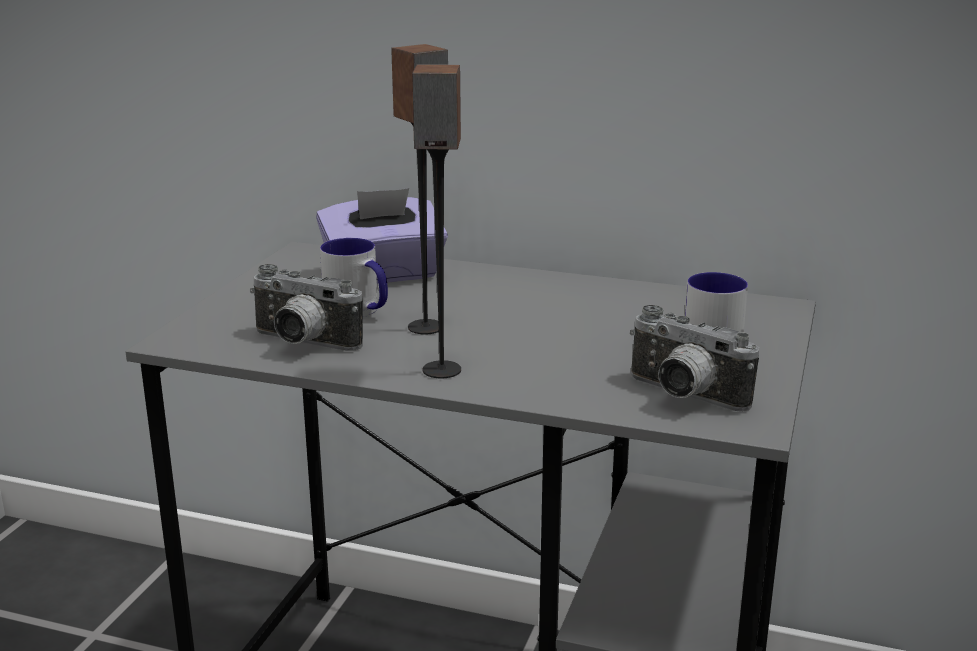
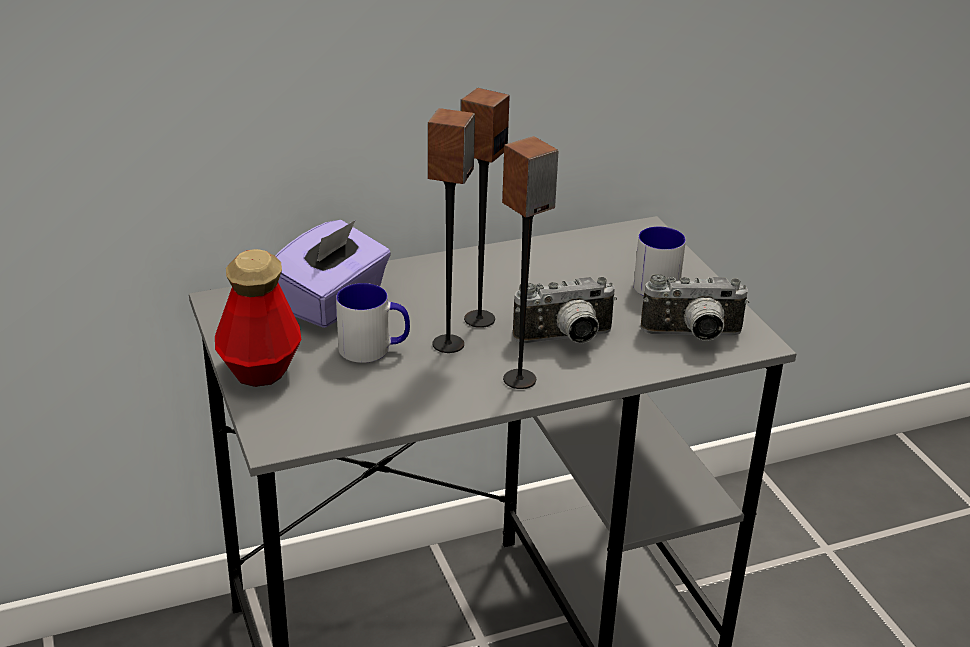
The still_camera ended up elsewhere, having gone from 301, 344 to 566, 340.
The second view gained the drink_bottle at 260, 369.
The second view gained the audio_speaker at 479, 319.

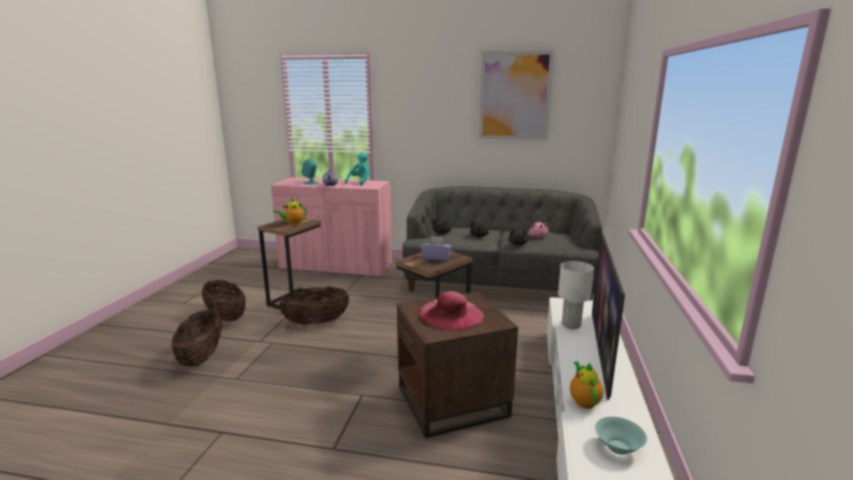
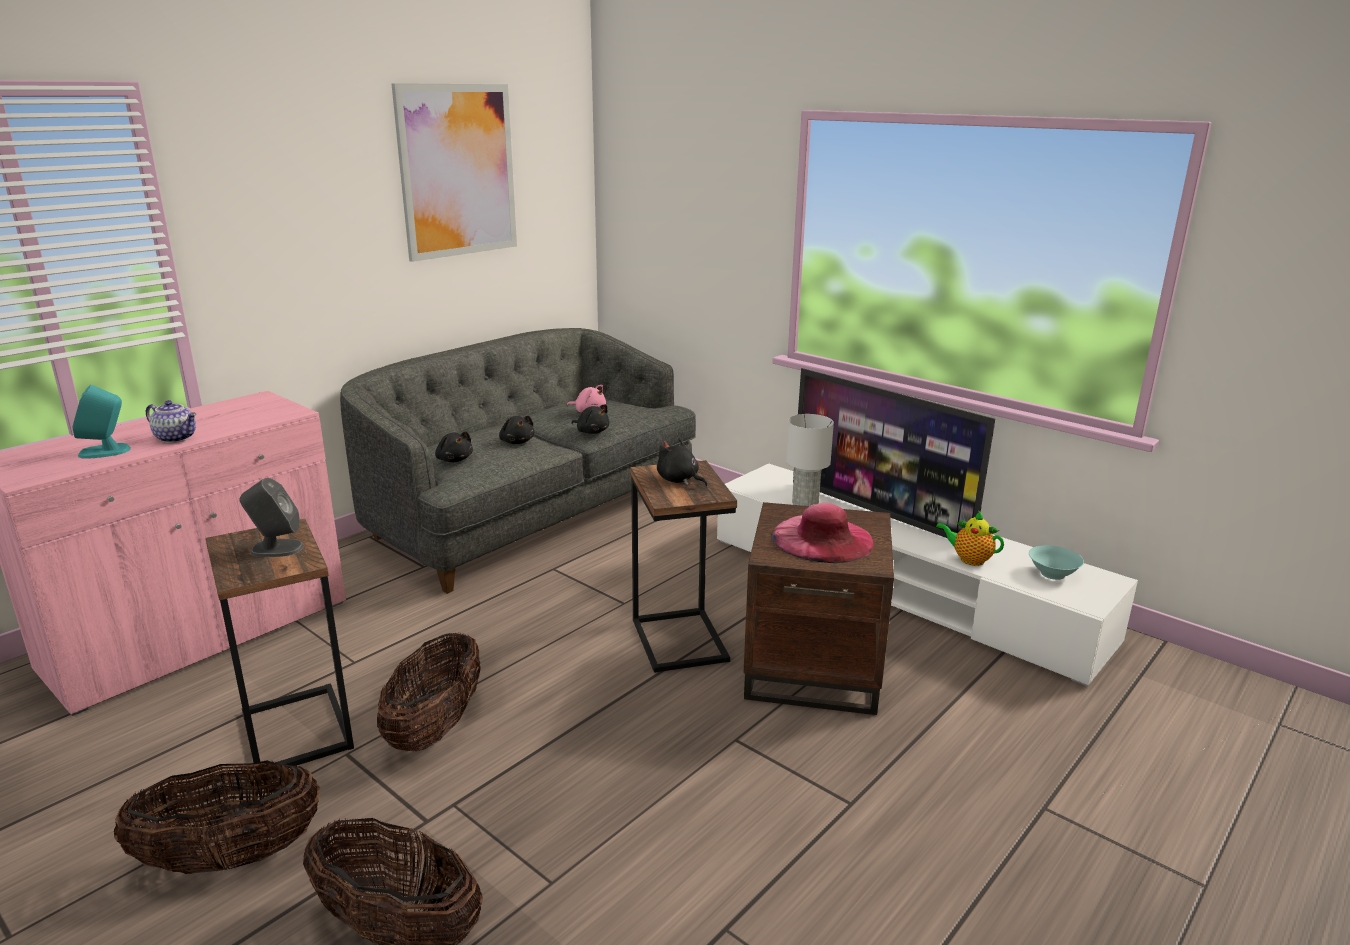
Where the pot_for_tea stood at 293, 223, the grey_audio_speaker came to stand at 276, 548.
The second view lost the turquoise_cuddly_toy at 360, 182.
Where the purplish_tissue_box stood at 436, 258, the black-coloured_cuddly_toy came to stand at 679, 480.

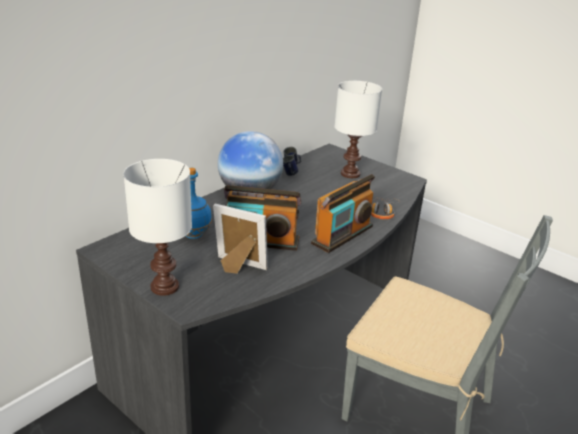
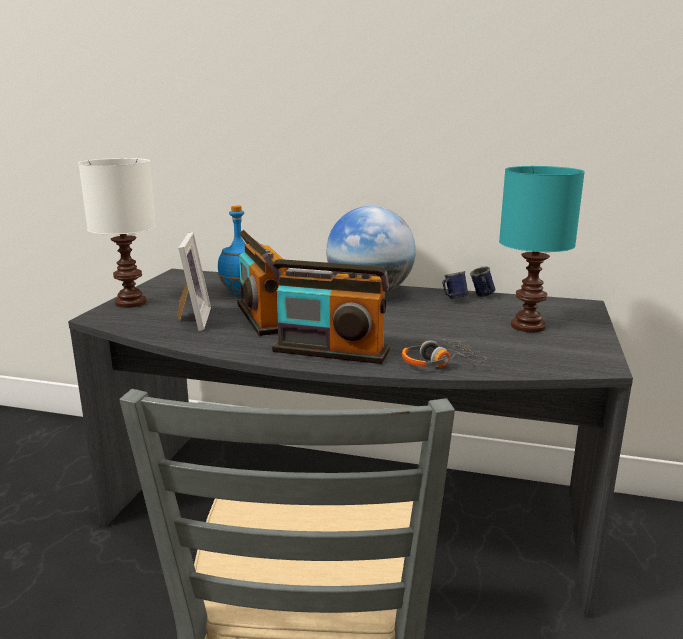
What was the white-coloured_tabletop_lamp at 349, 173 turned into the turquoise_tabletop_lamp at 528, 326.

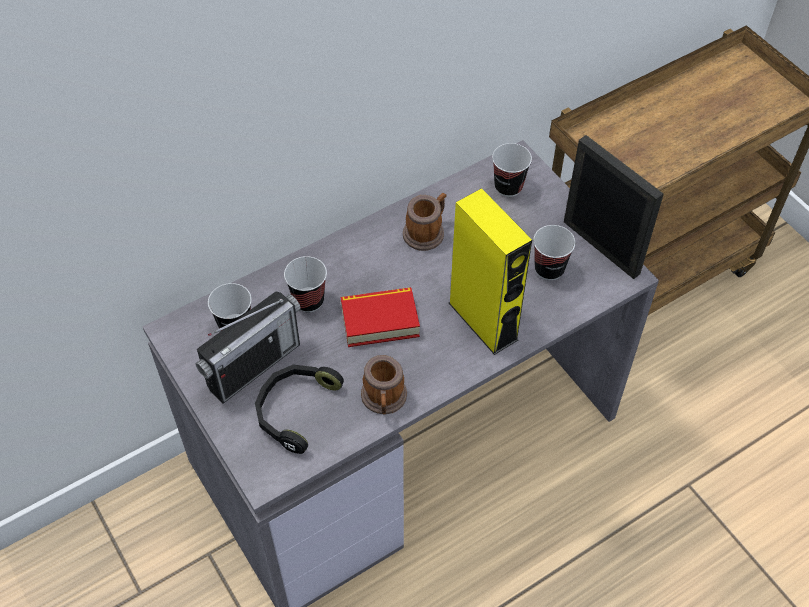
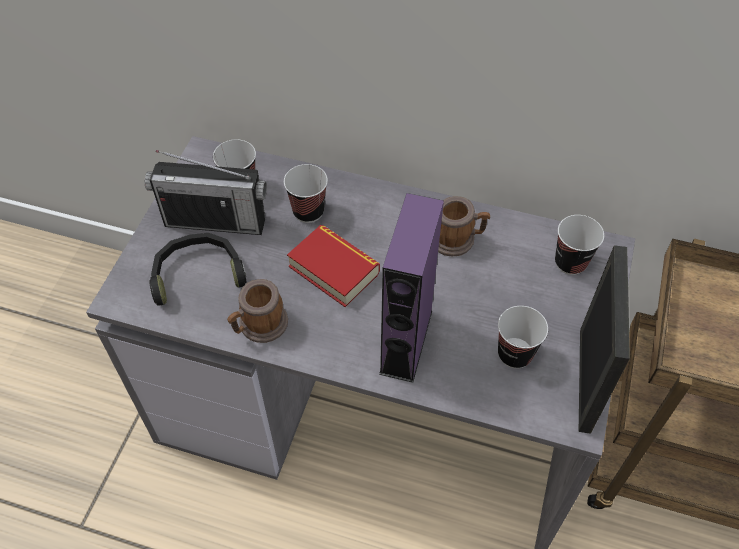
What was the yellowish_audio_speaker at 483, 321 turned into the purplish_audio_speaker at 406, 342.

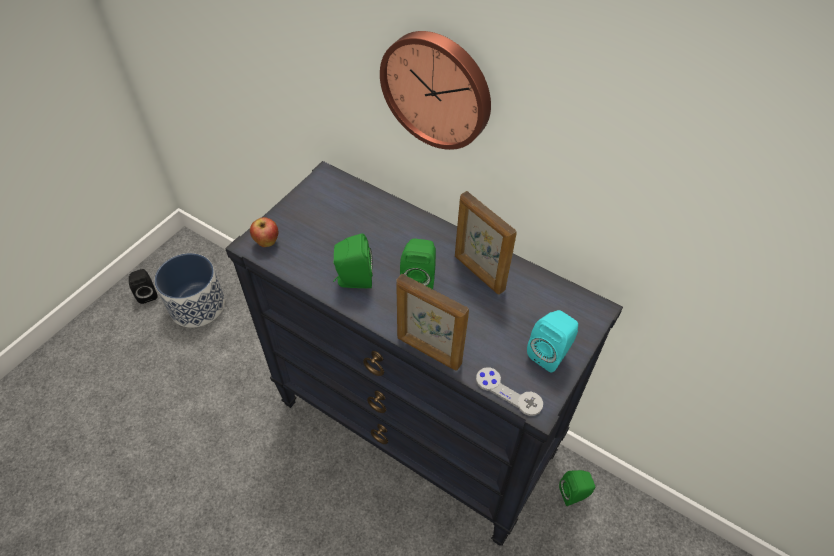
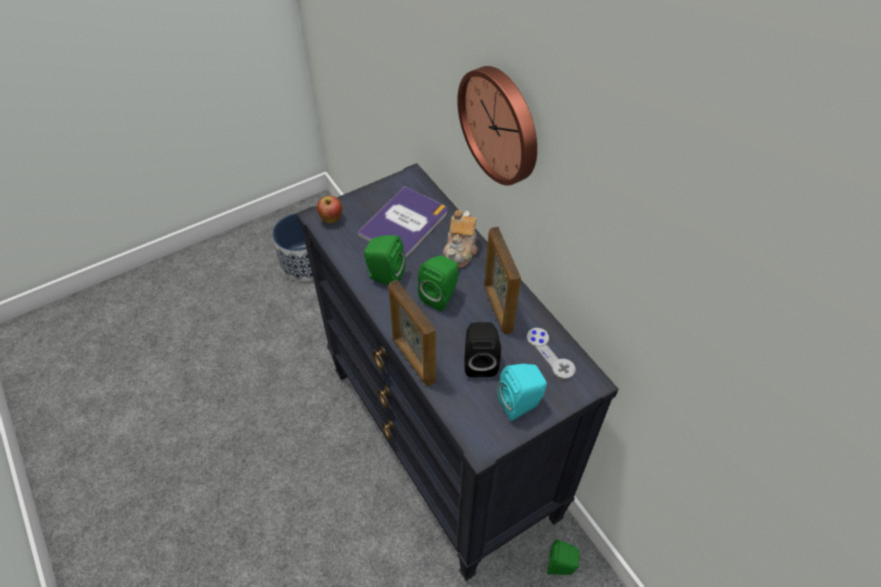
The black-coloured_audio_speaker ended up elsewhere, having gone from 147, 294 to 480, 361.
The grey_game_controller ended up elsewhere, having gone from 508, 392 to 550, 354.
The second view gained the volume at 404, 223.
The second view gained the pot_for_tea at 460, 251.

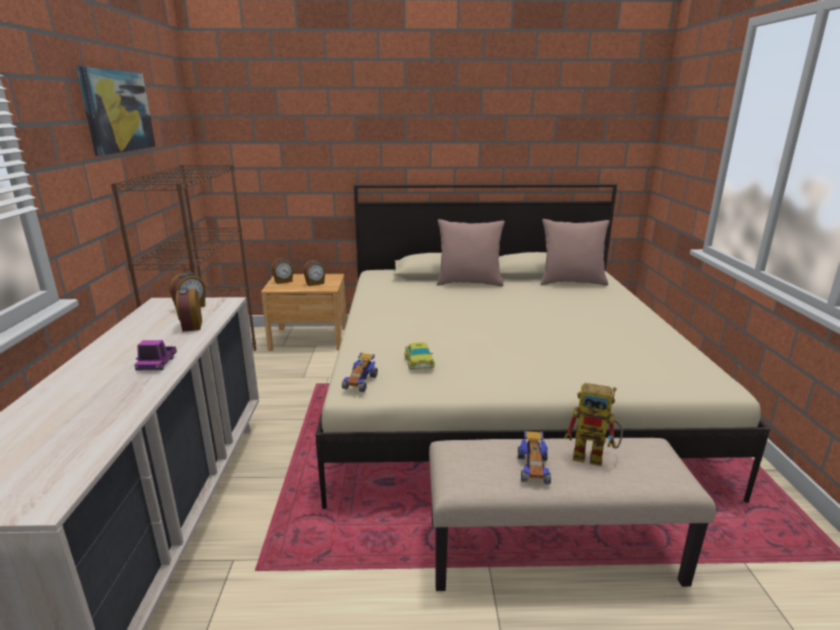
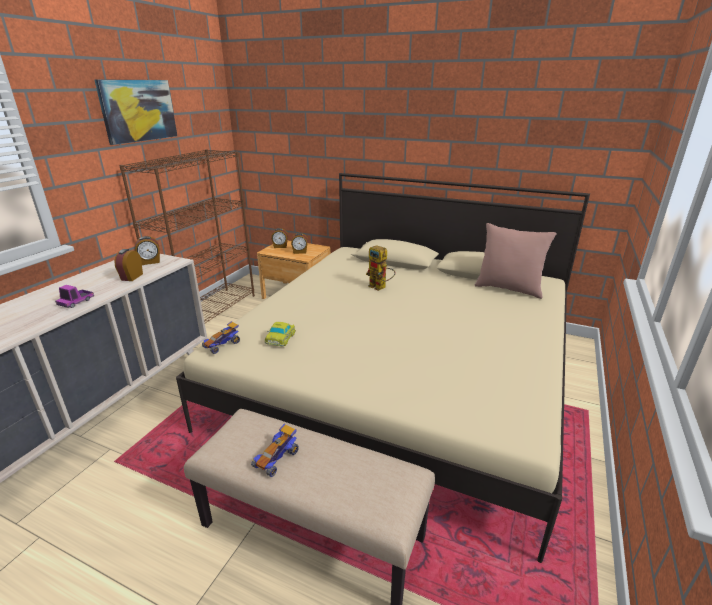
The second view lost the pink-coloured_throw_pillow at 469, 283.
The toy_robot ended up elsewhere, having gone from 595, 457 to 380, 287.

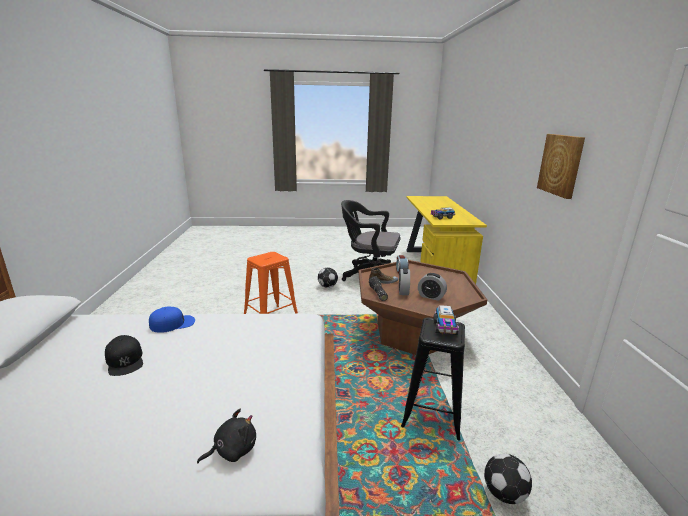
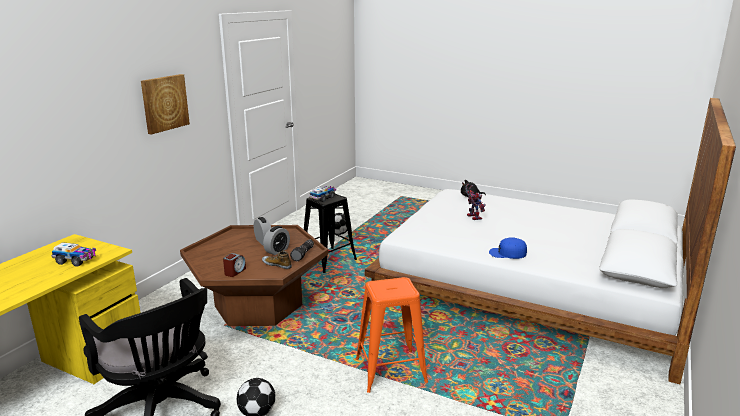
The second view lost the black-coloured_peaked_cap at 125, 360.
The second view gained the toy_robot at 472, 217.

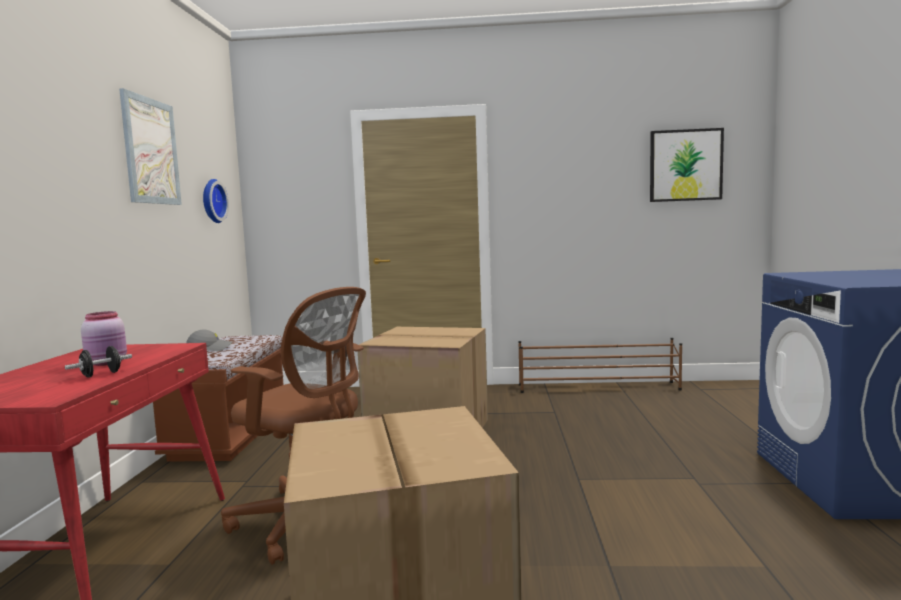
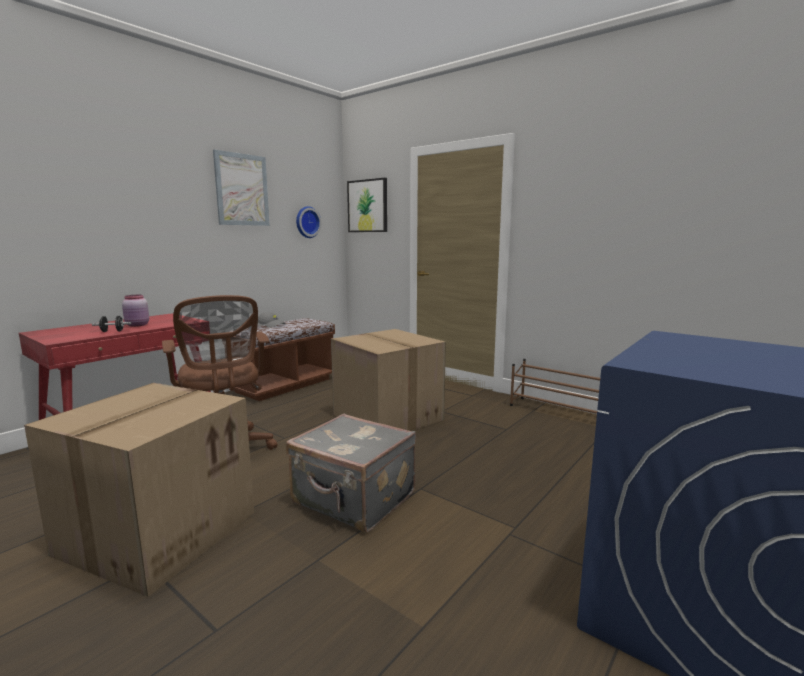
The picture ended up elsewhere, having gone from 685, 165 to 367, 206.
The second view gained the grey_piece_of_luggage at 353, 500.

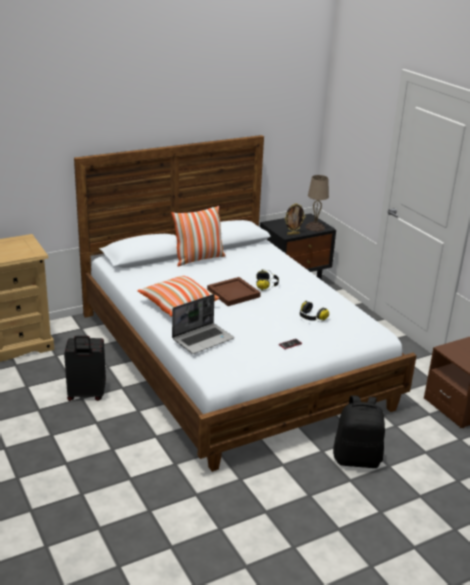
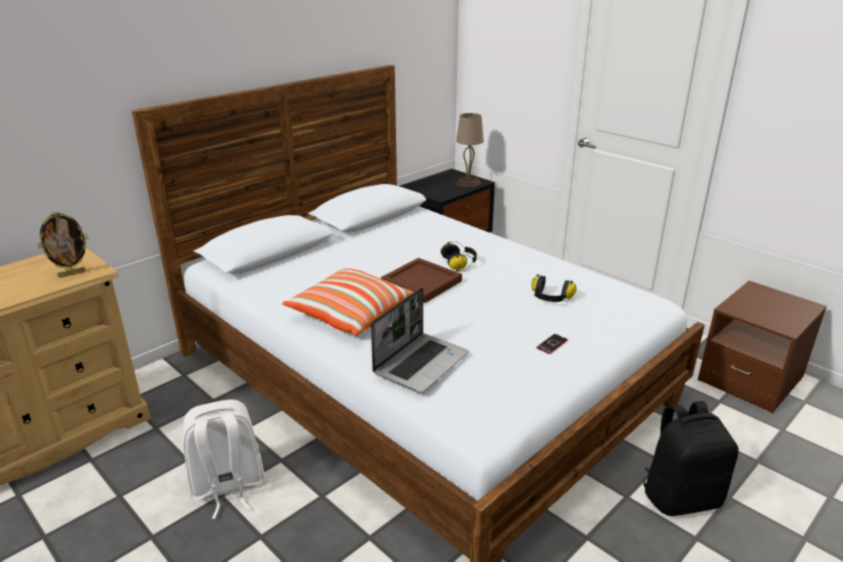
Where the black-coloured_piece_of_luggage stood at 86, 395, the white-coloured_backpack came to stand at 227, 487.
The second view lost the throw_pillow at 198, 259.
The picture_frame ended up elsewhere, having gone from 293, 234 to 72, 274.

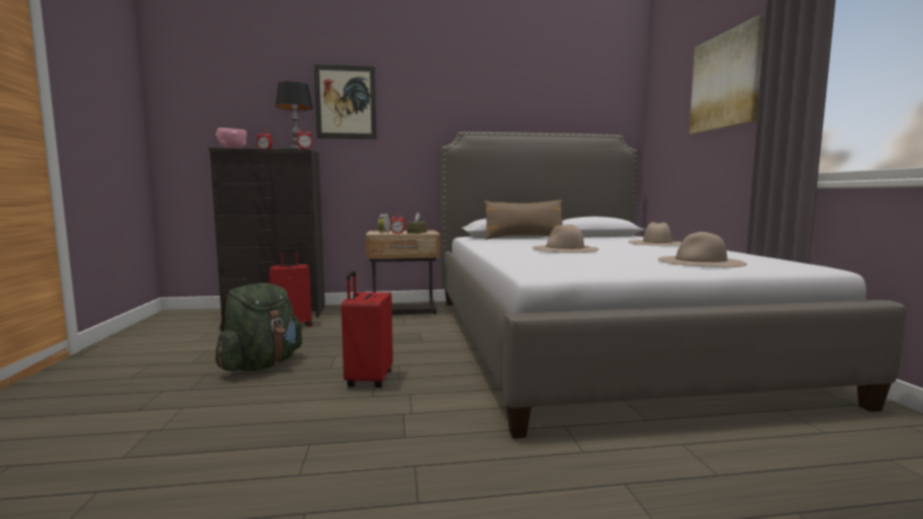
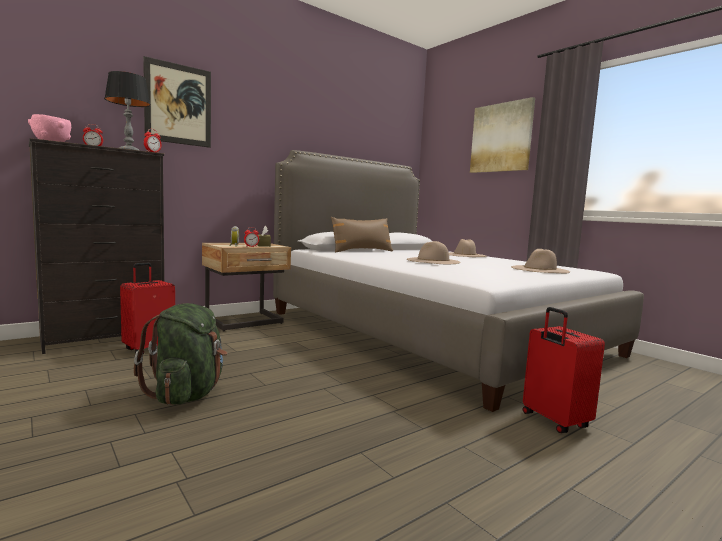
The red-coloured_piece_of_luggage ended up elsewhere, having gone from 368, 380 to 554, 421.

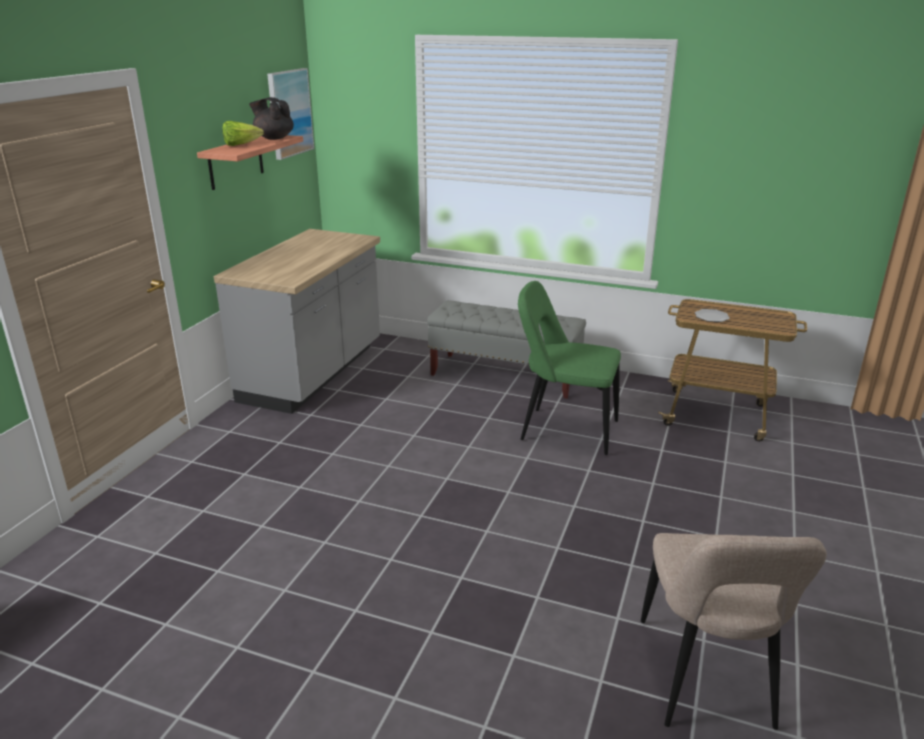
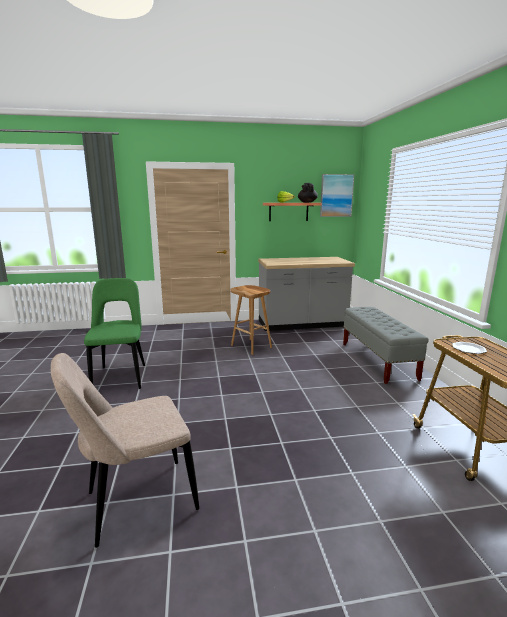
The green_plain_chair ended up elsewhere, having gone from 564, 430 to 121, 377.
The second view gained the brownish_sitting_stool at 252, 346.

